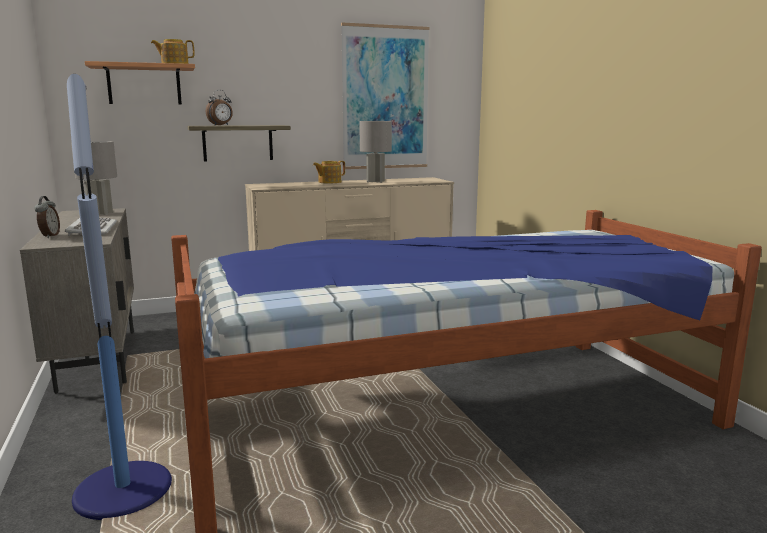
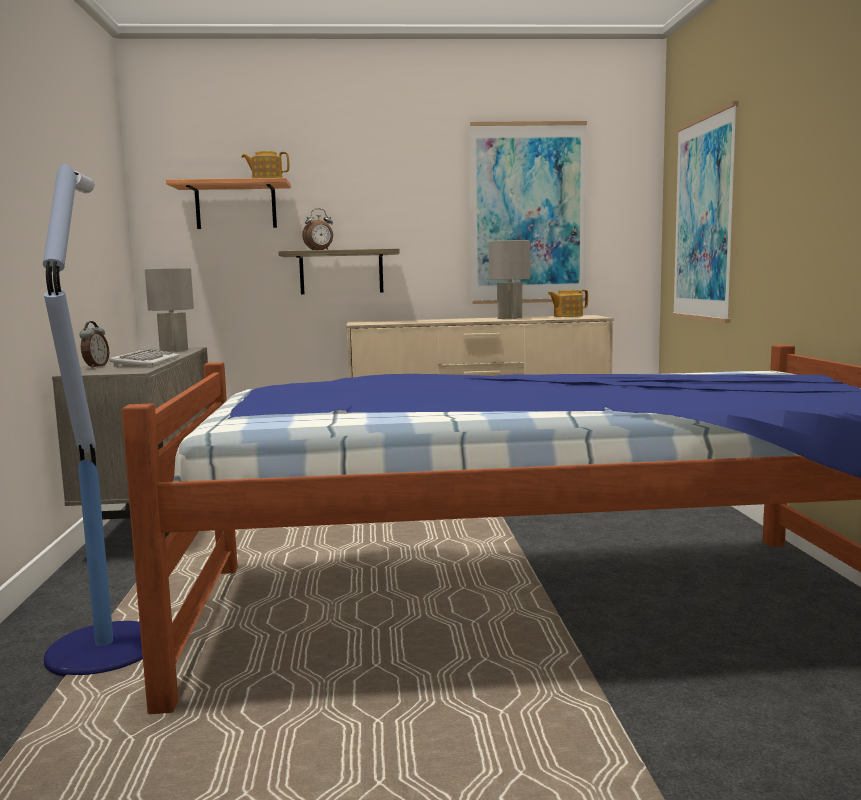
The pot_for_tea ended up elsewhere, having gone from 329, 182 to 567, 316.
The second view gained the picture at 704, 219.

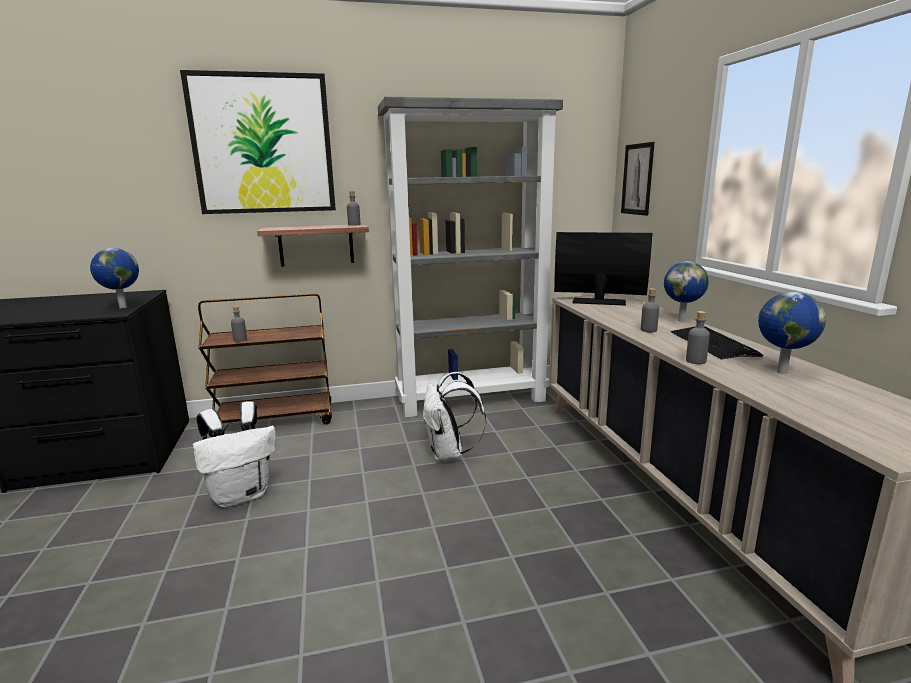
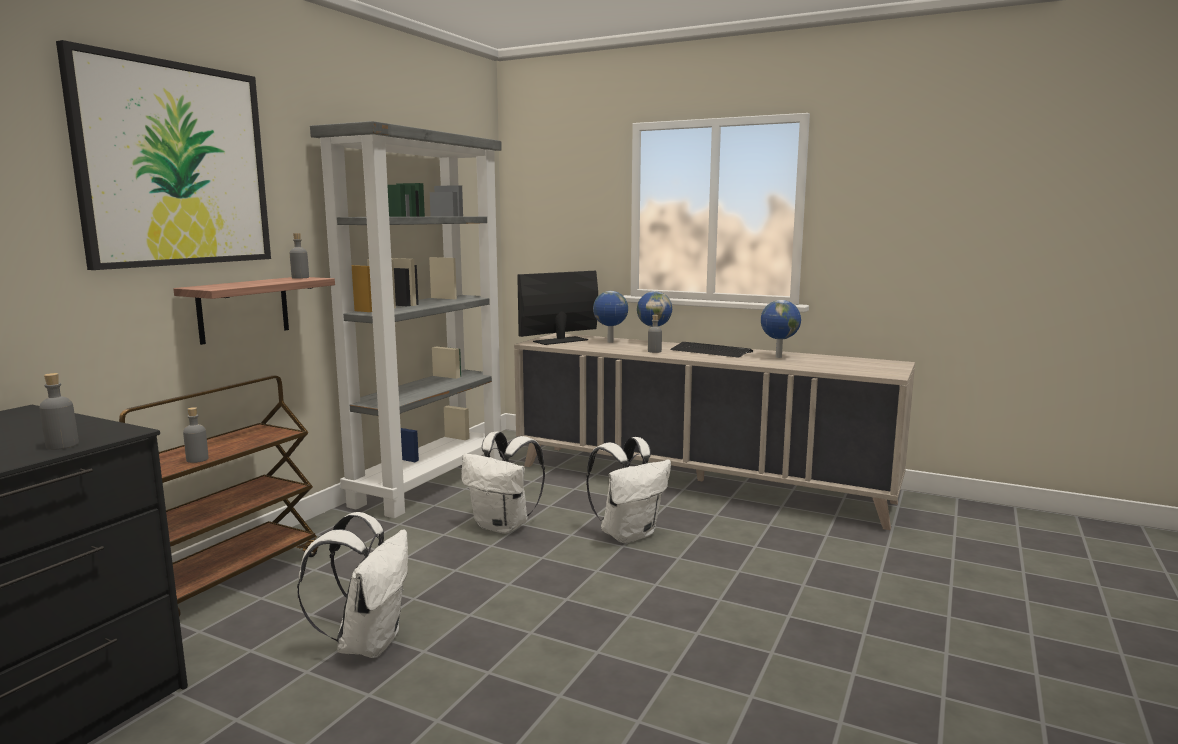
The world_globe ended up elsewhere, having gone from 122, 307 to 610, 342.
The second view lost the picture at 637, 179.
The grey_drink_bottle ended up elsewhere, having gone from 695, 361 to 62, 445.
The second view gained the white-coloured_backpack at 628, 534.

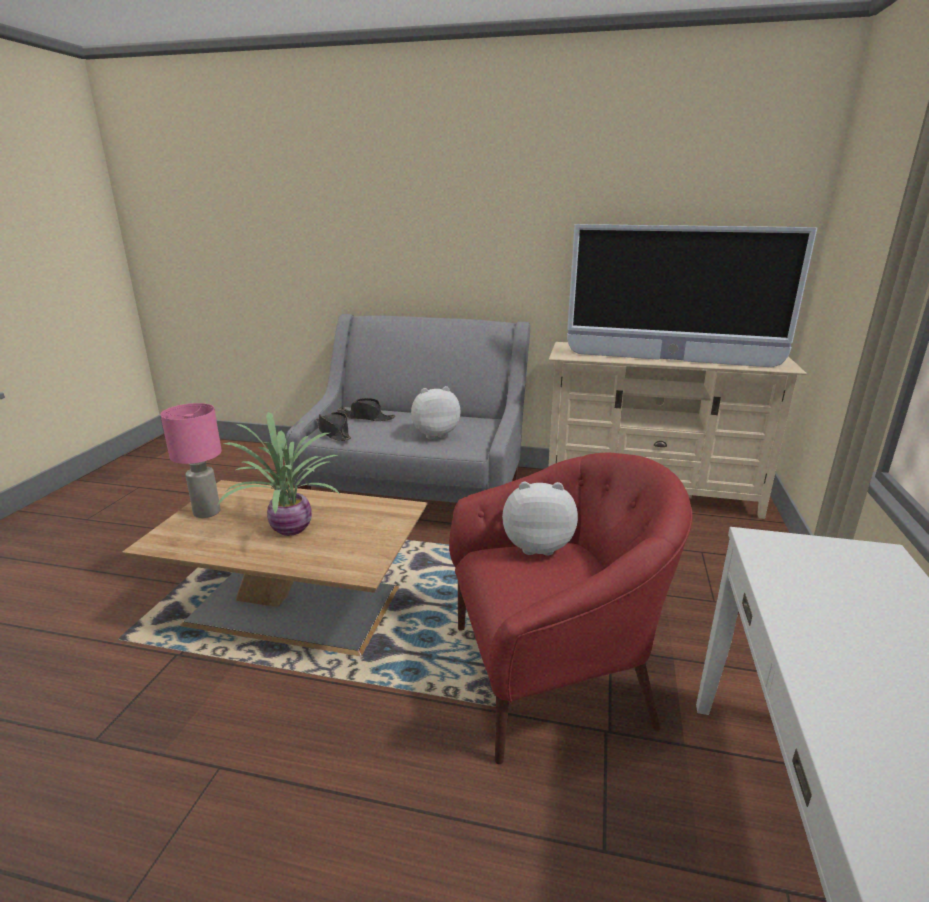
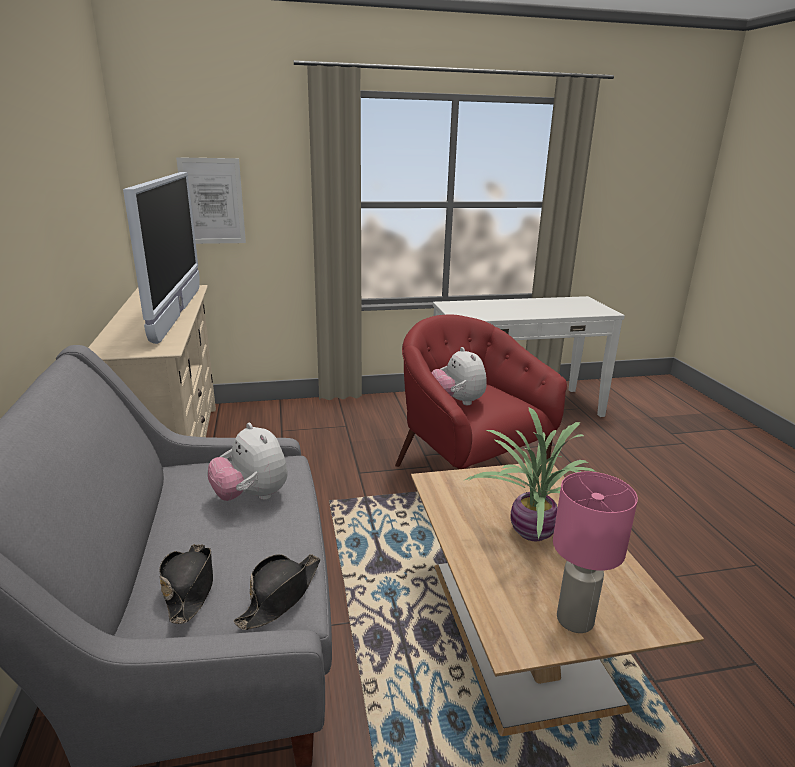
The second view gained the picture at 212, 201.

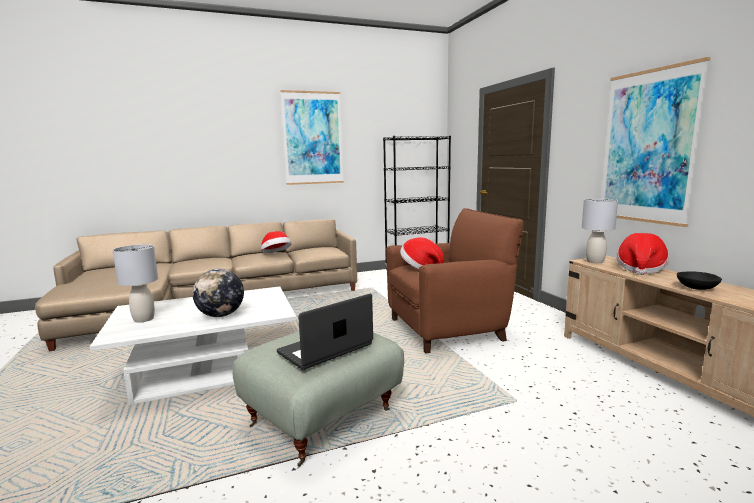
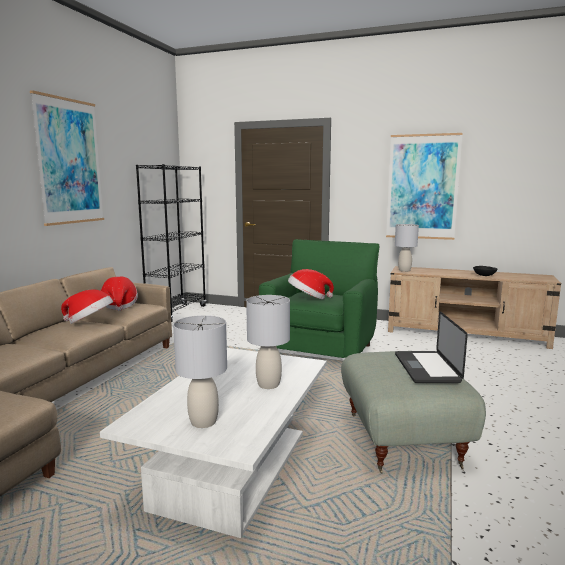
Where the world_globe stood at 221, 315, the grey_tabletop_lamp came to stand at 268, 385.
What was the brownish_lounge_chair at 448, 329 turned into the green_lounge_chair at 321, 351.
The hat ended up elsewhere, having gone from 640, 269 to 119, 306.

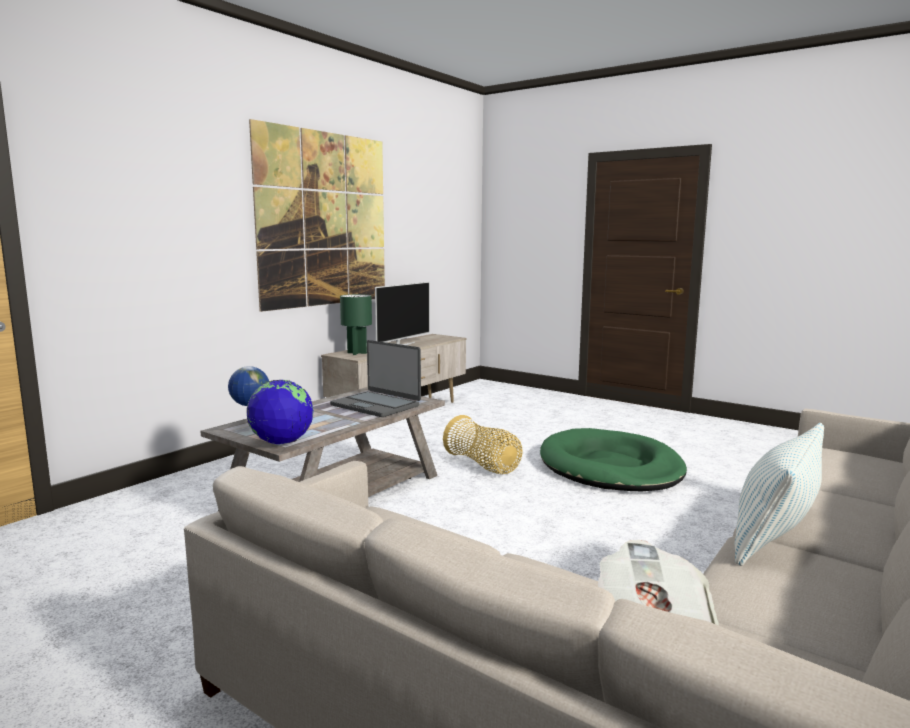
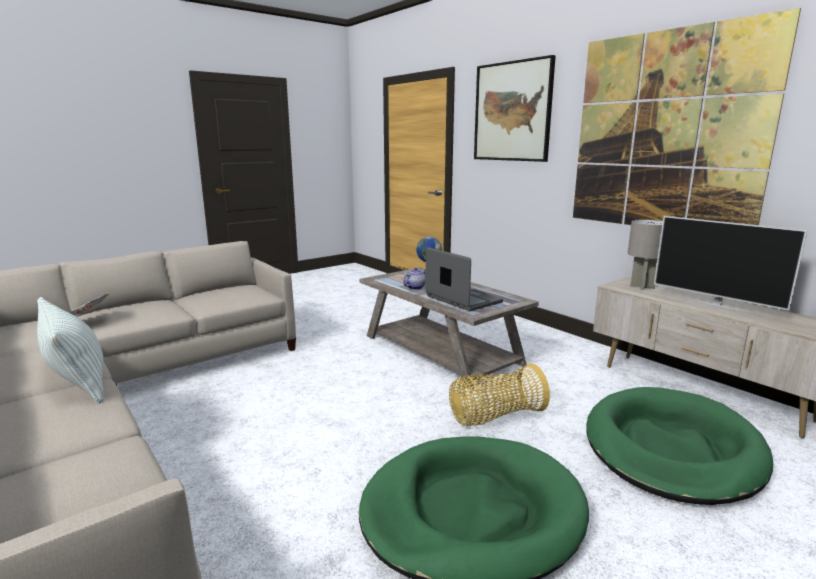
The second view lost the world_globe at 281, 442.
The portable_computer at 376, 405 ended up facing another way, 90 degrees clockwise from before.
What was the green_tabletop_lamp at 357, 353 turned into the grey_tabletop_lamp at 642, 287.
The second view gained the pot_for_tea at 415, 287.
The second view gained the picture at 512, 112.
The second view gained the green_dog_bed at 671, 449.

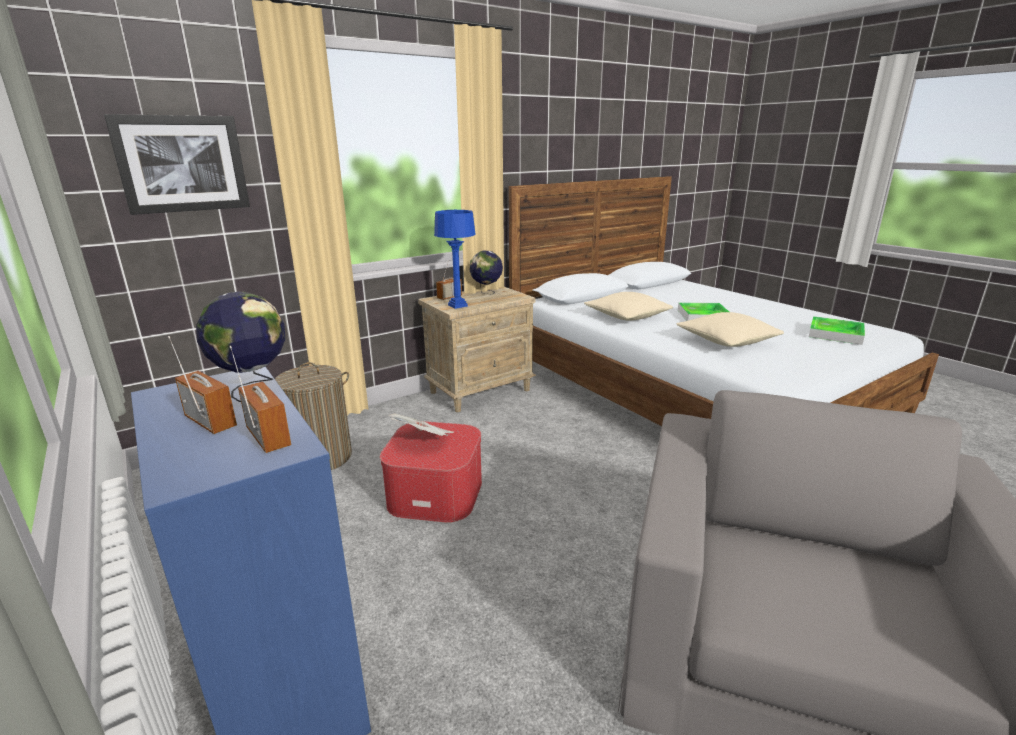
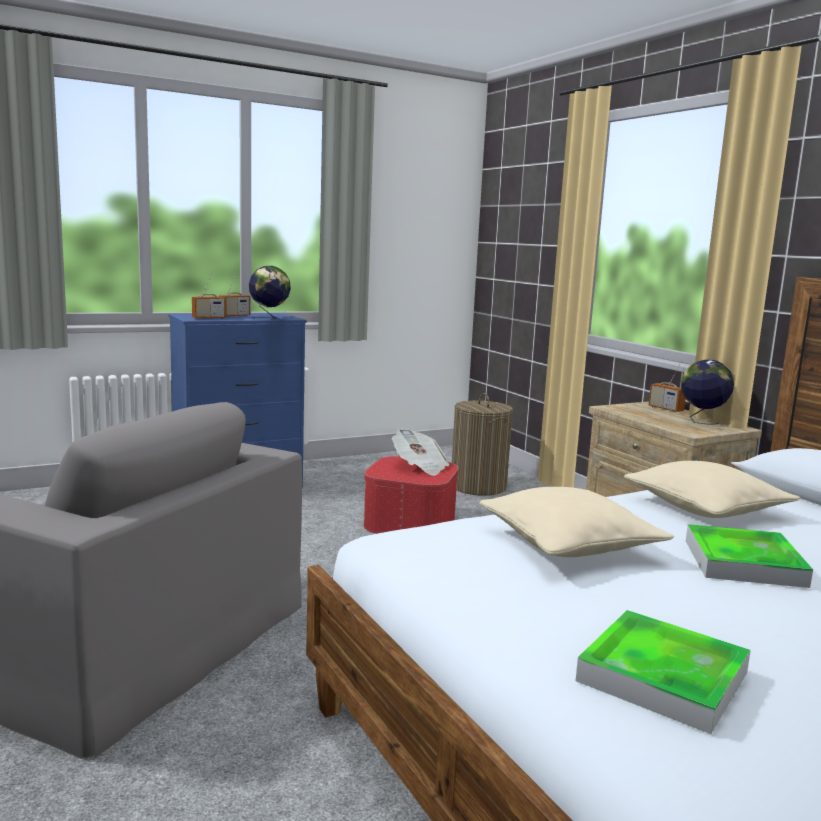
The second view lost the picture at 182, 164.
The second view lost the blue-coloured_tabletop_lamp at 458, 305.

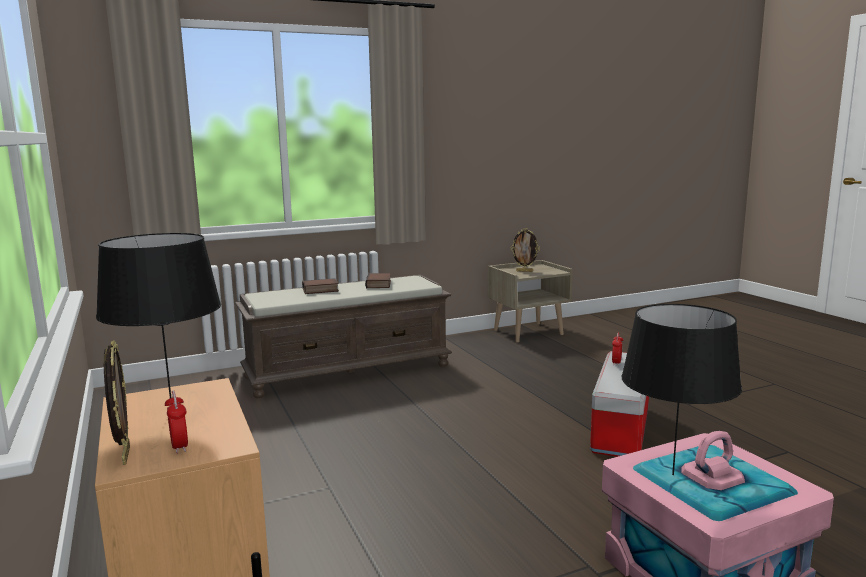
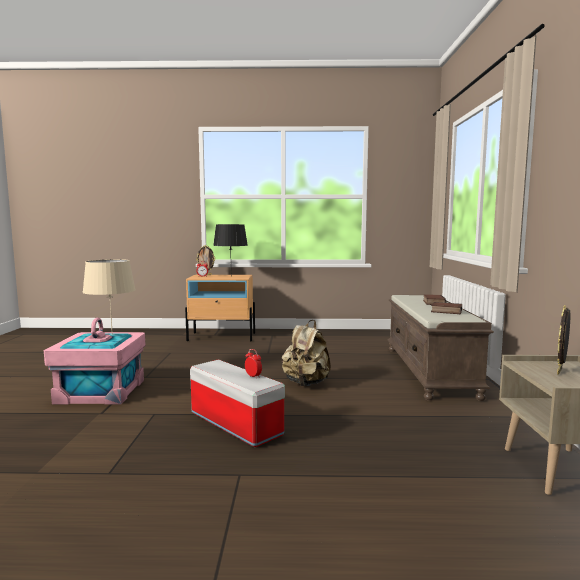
What was the black-coloured_tabletop_lamp at 672, 474 turned into the sand-coloured_tabletop_lamp at 112, 334.
The second view gained the sand-coloured_backpack at 306, 383.

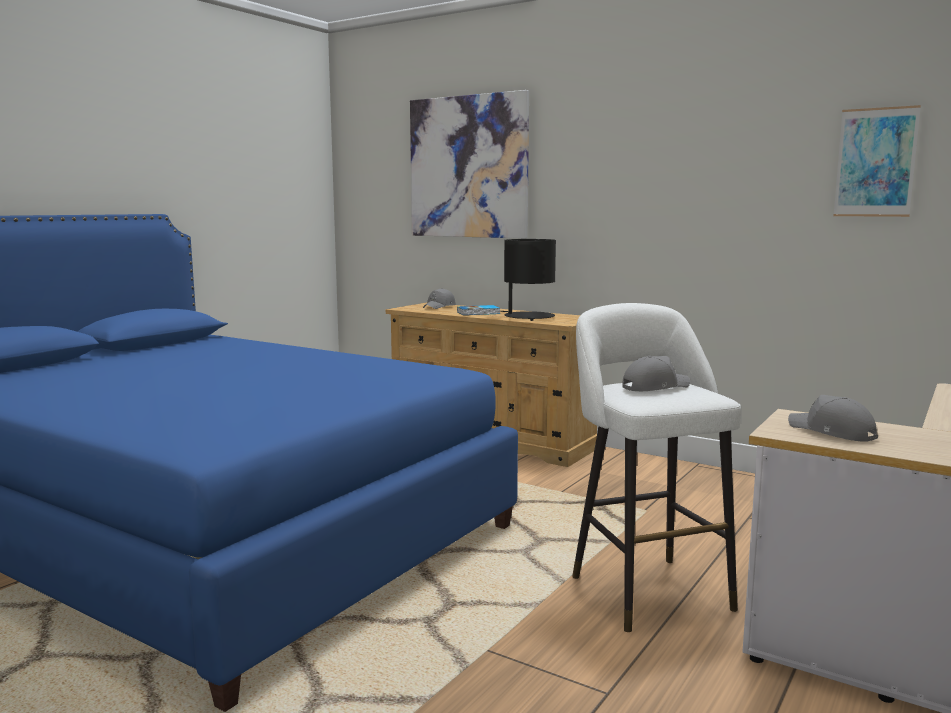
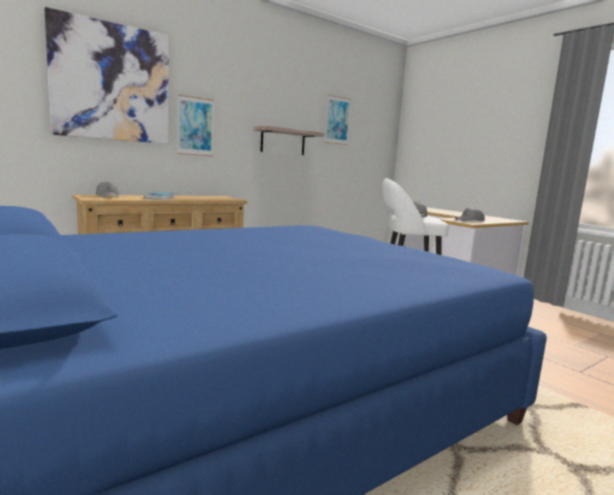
The second view lost the black-coloured_tabletop_lamp at 528, 317.
The second view gained the picture at 195, 126.
The second view gained the wall_shelf at 283, 141.

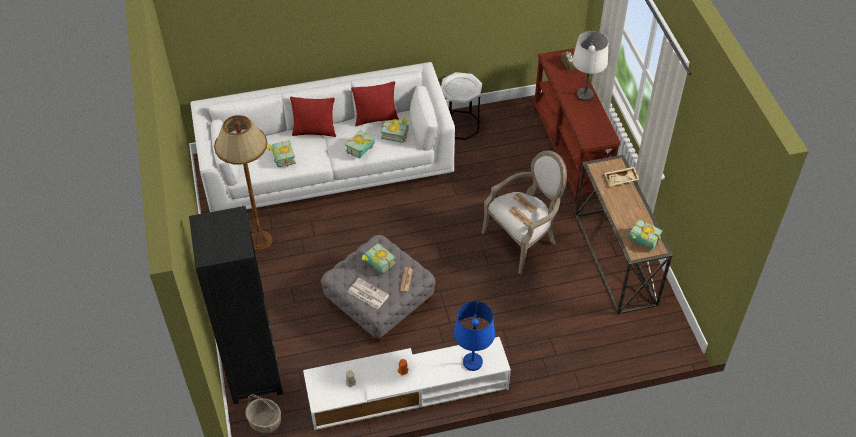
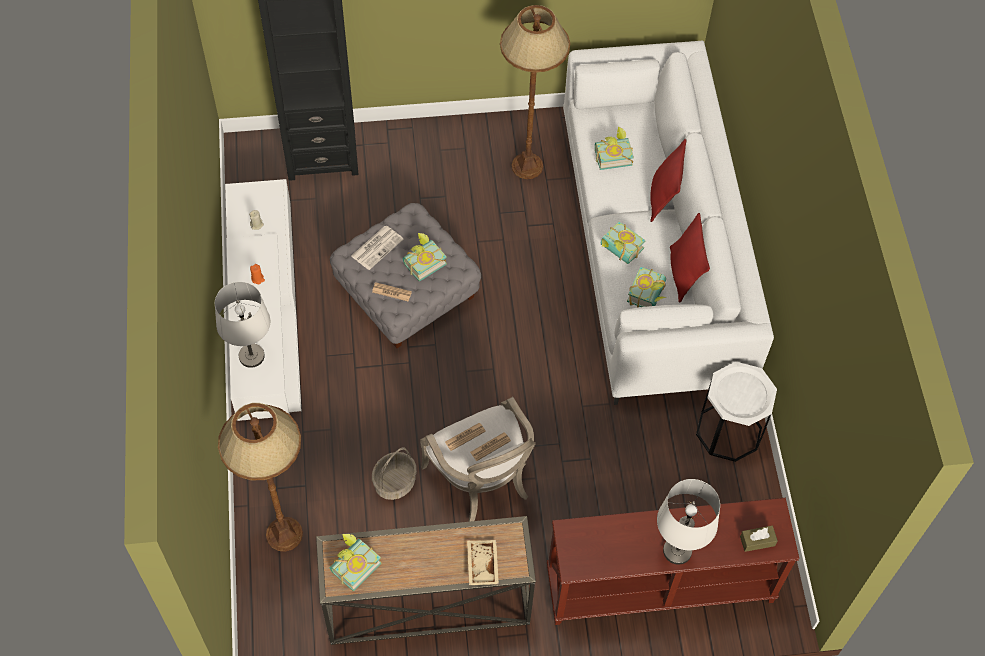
The storage_basket ended up elsewhere, having gone from 265, 421 to 395, 483.
What was the blue-coloured_tabletop_lamp at 472, 362 turned into the white-coloured_tabletop_lamp at 252, 356.
The second view gained the brownish_standard_lamp at 284, 534.

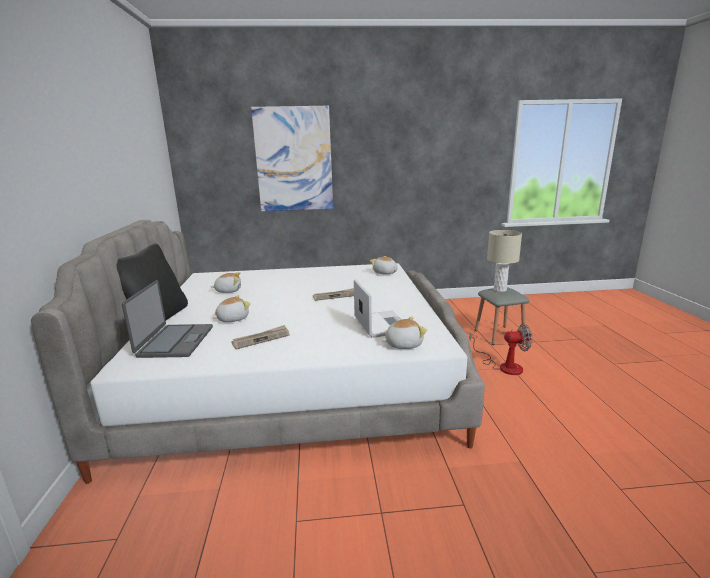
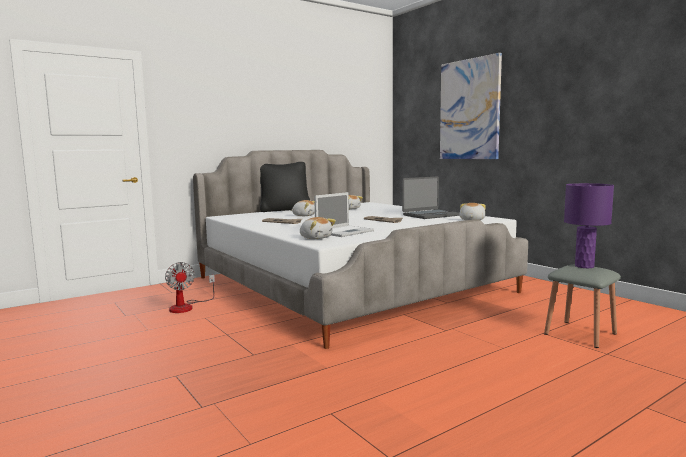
The portable_computer ended up elsewhere, having gone from 175, 342 to 430, 215.
The fan ended up elsewhere, having gone from 503, 366 to 187, 306.
What was the sand-coloured_tabletop_lamp at 500, 289 turned into the purplish_tabletop_lamp at 584, 266.

